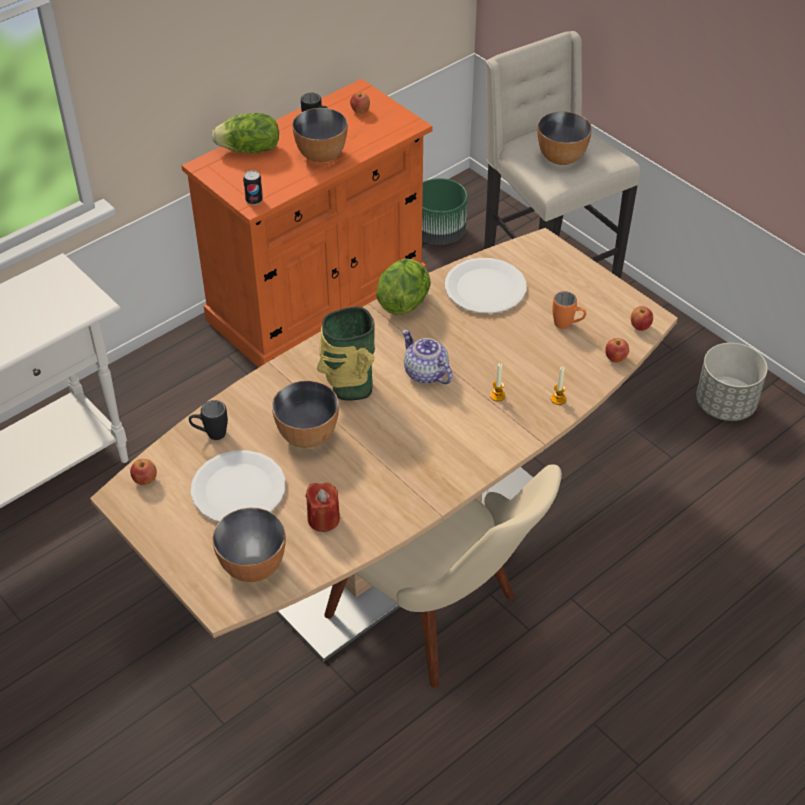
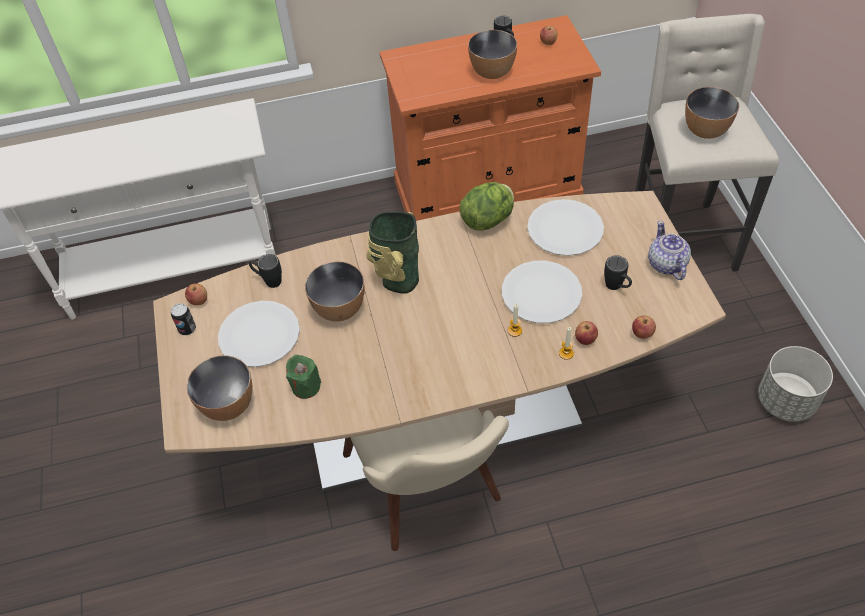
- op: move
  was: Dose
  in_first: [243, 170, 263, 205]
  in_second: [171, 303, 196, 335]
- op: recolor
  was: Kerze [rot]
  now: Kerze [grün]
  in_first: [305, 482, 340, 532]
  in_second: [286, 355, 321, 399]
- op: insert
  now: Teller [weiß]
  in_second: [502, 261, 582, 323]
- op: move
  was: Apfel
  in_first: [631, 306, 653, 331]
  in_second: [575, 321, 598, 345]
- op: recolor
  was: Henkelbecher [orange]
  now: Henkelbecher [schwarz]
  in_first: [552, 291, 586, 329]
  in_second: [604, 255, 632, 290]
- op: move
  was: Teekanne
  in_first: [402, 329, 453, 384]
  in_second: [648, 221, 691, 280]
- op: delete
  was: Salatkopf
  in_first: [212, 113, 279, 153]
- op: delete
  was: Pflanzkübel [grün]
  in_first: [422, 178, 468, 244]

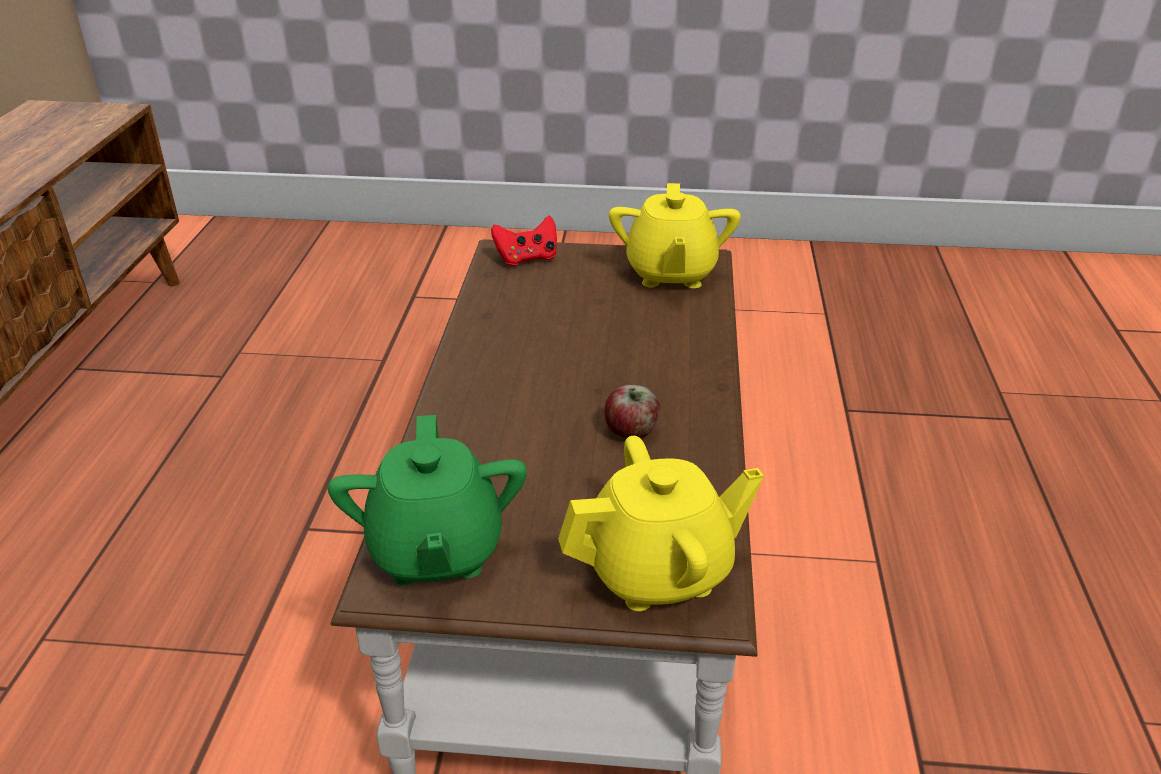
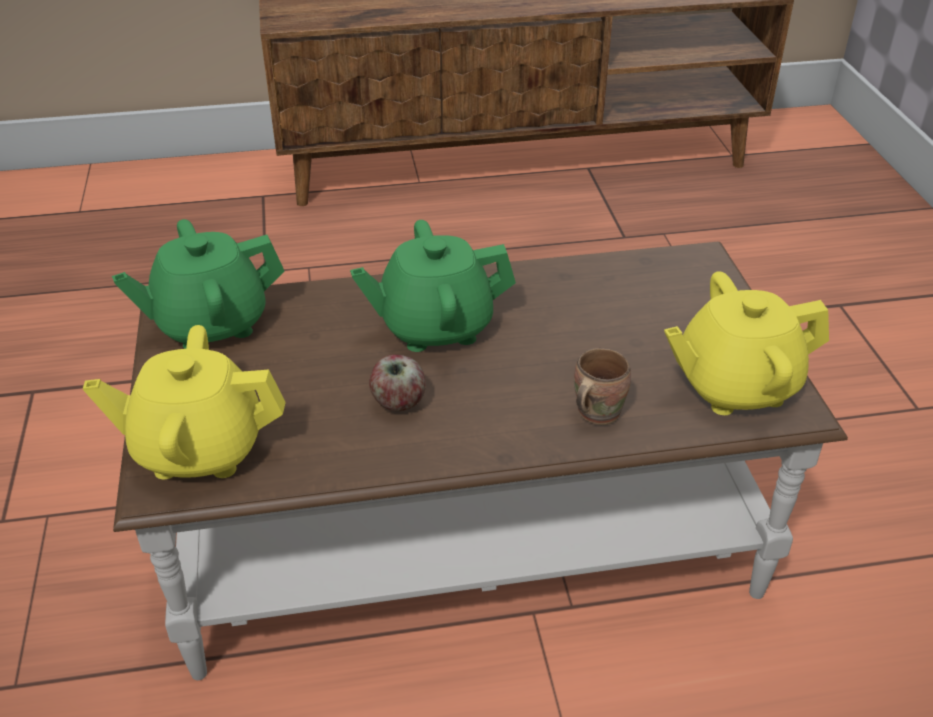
- op: rotate
  was: Teekanne [gelb]
  in_first: [558, 436, 764, 611]
  in_second: [83, 325, 286, 479]
  clockwise: 120
- op: insert
  now: Teekanne [grün]
  in_second: [350, 220, 516, 352]
- op: insert
  now: Henkelbecher [braun]
  in_second: [574, 348, 631, 425]
- op: delete
  was: Gamepad [rot]
  in_first: [491, 216, 557, 266]

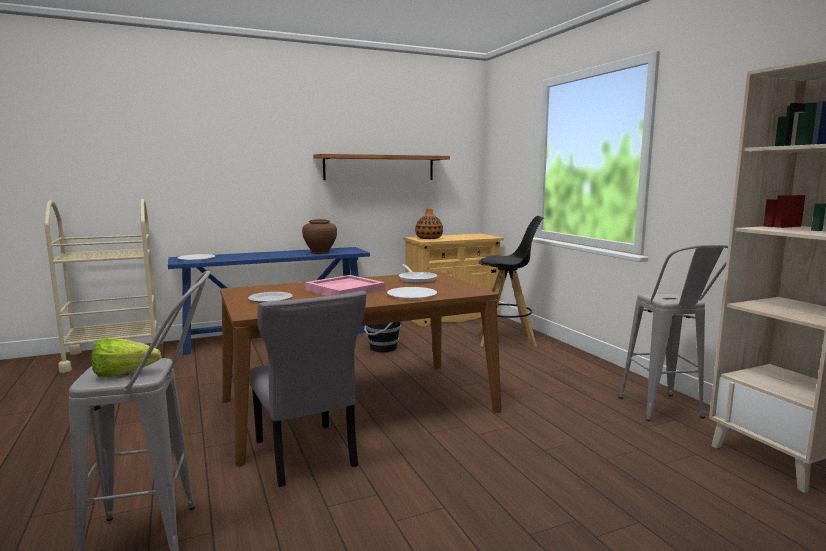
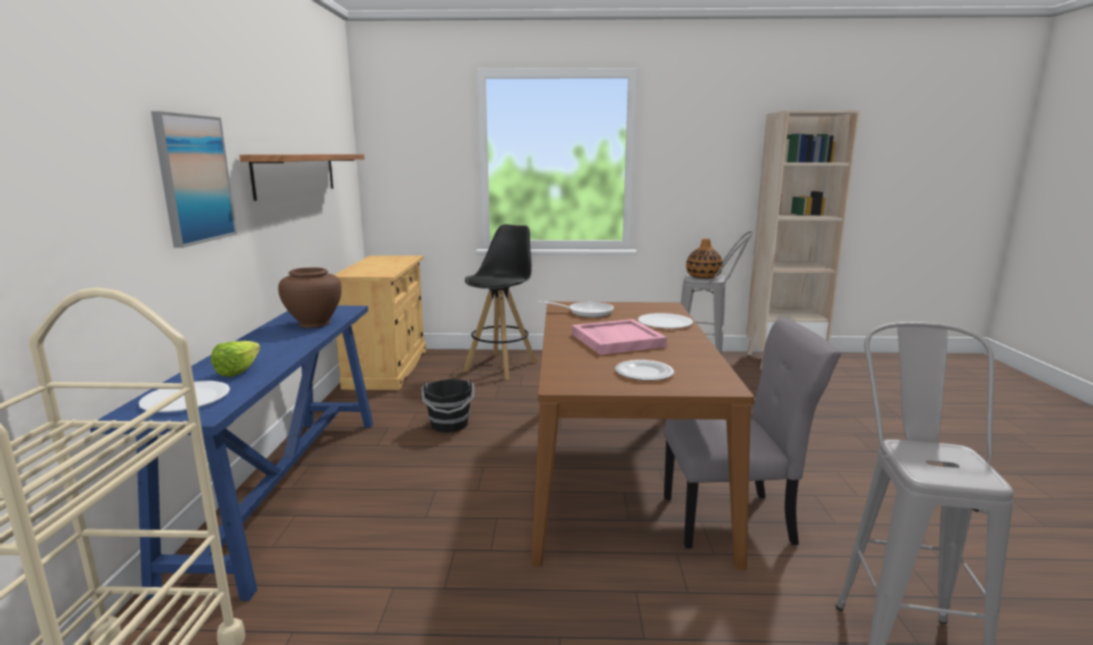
- op: insert
  now: Bild
  in_second: [151, 111, 237, 248]
- op: move
  was: Salatkopf
  in_first: [92, 338, 161, 377]
  in_second: [211, 341, 260, 377]
- op: move
  was: Vase
  in_first: [415, 208, 443, 239]
  in_second: [686, 239, 723, 279]

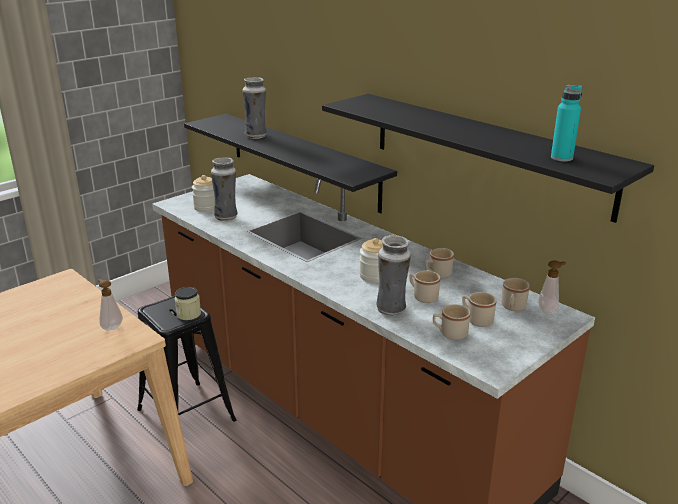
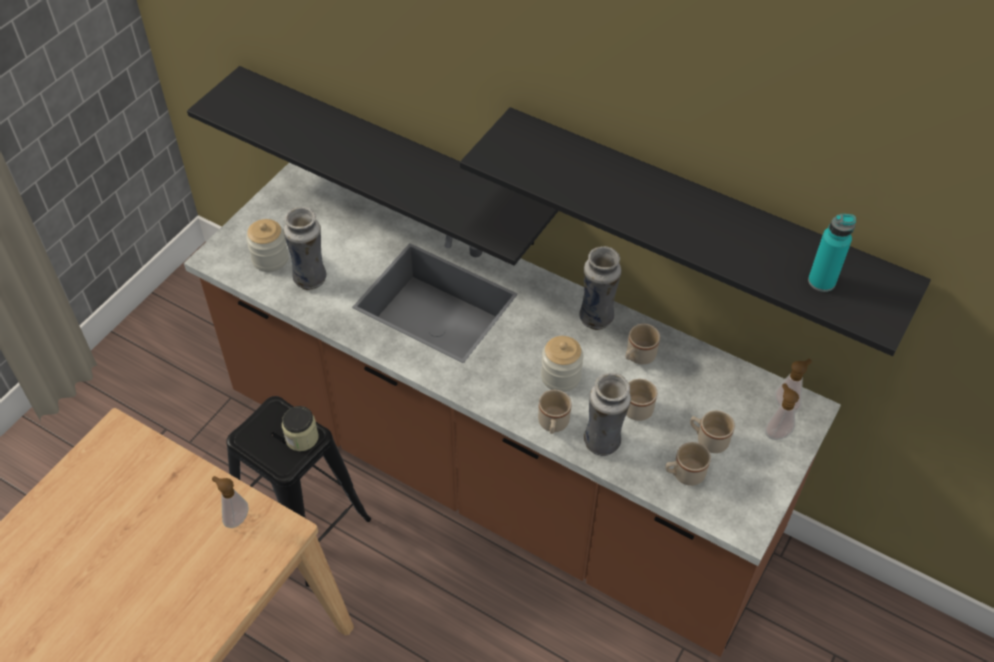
- op: move
  was: Henkelbecher [beige]
  in_first: [501, 278, 530, 311]
  in_second: [538, 390, 572, 434]
- op: move
  was: Vase
  in_first: [242, 77, 267, 139]
  in_second: [579, 246, 622, 330]
- op: insert
  now: Seifenspender
  in_second: [764, 383, 799, 440]

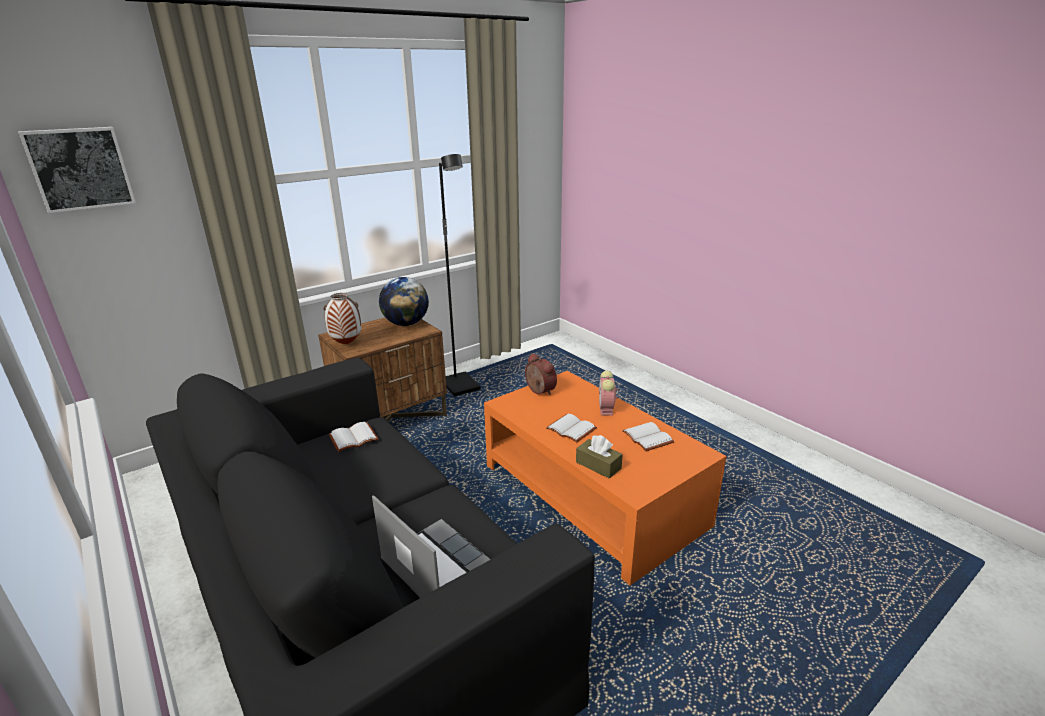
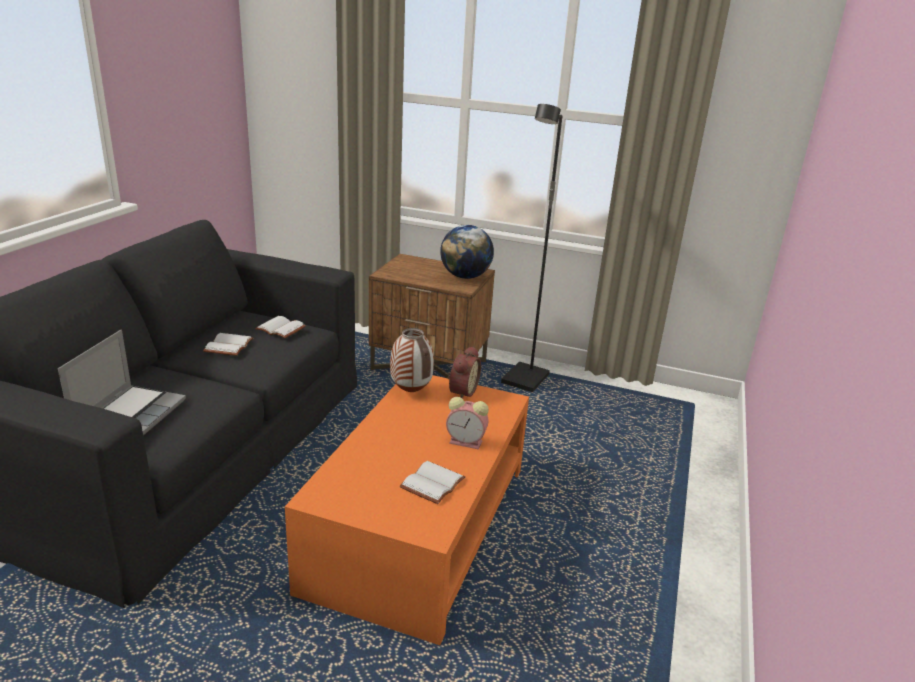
- op: move
  was: Buch [weiß]
  in_first: [546, 414, 597, 443]
  in_second: [203, 333, 253, 356]
- op: move
  was: Vase
  in_first: [323, 293, 361, 344]
  in_second: [390, 328, 434, 392]
- op: rotate
  was: Wecker
  in_first: [599, 371, 618, 416]
  in_second: [446, 397, 489, 450]
  clockwise: -135
- op: delete
  was: Bild
  in_first: [18, 127, 136, 213]
- op: delete
  was: Taschentuchbox [braun]
  in_first: [576, 435, 623, 479]

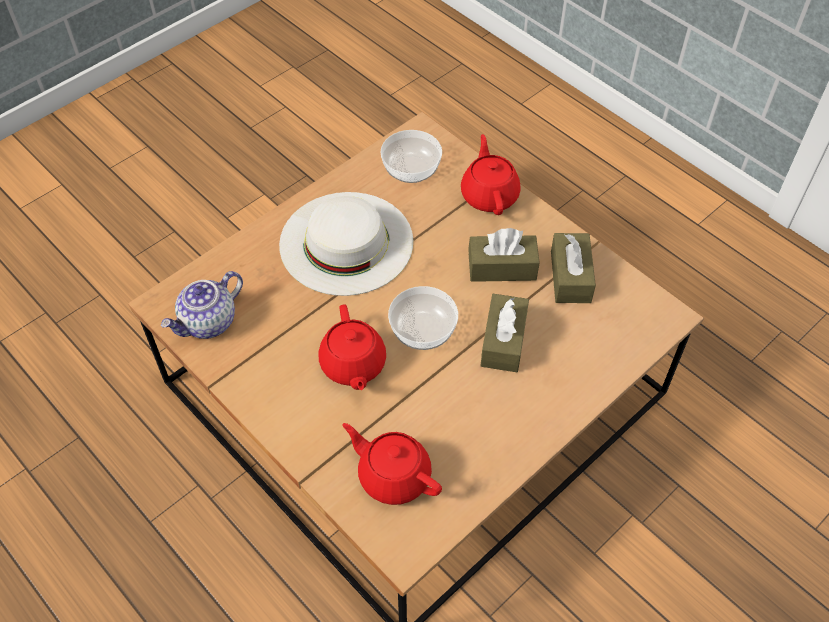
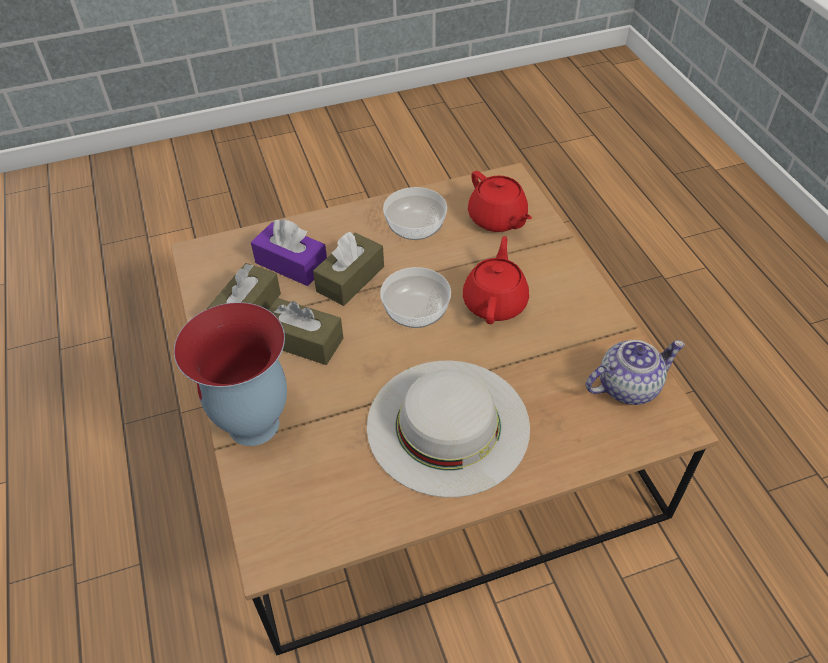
- op: replace
  was: Teekanne [rot]
  now: Vase
  in_first: [461, 134, 521, 215]
  in_second: [174, 302, 287, 446]
- op: insert
  now: Taschentuchbox [lila]
  in_second: [251, 219, 327, 286]
- op: move
  was: Schüssel
  in_first: [380, 130, 442, 183]
  in_second: [383, 187, 447, 240]

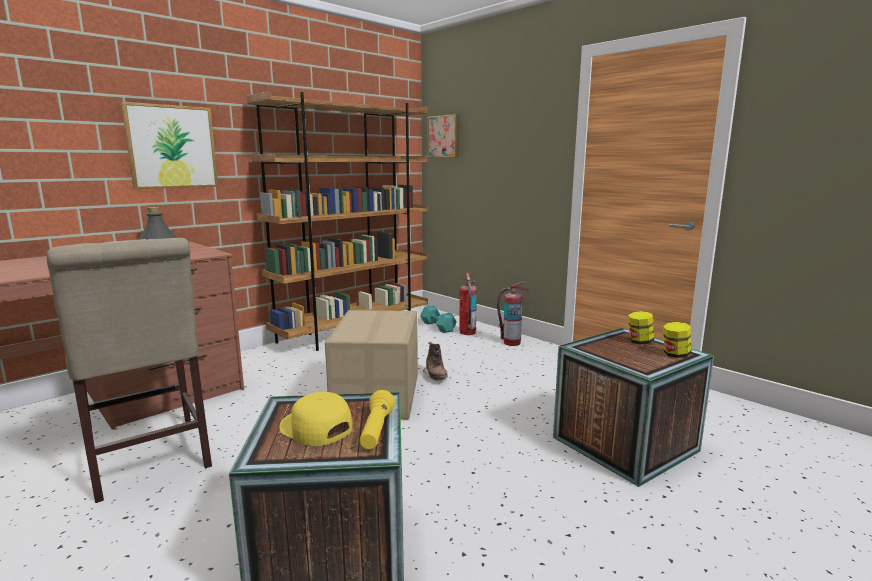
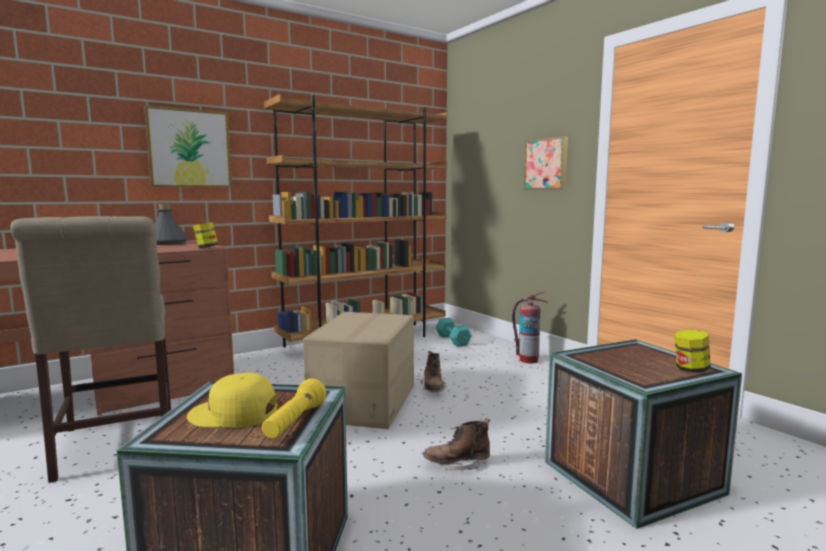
- op: rotate
  was: Kappe [gelb]
  in_first: [279, 392, 353, 446]
  in_second: [187, 373, 277, 428]
  clockwise: -45
- op: move
  was: Vorratsglas
  in_first: [628, 311, 654, 344]
  in_second: [193, 222, 218, 248]
- op: insert
  now: Stiefel [braun]
  in_second: [423, 418, 490, 471]
- op: move
  was: Bild
  in_first: [428, 114, 460, 158]
  in_second: [524, 136, 568, 189]
- op: delete
  was: Feuerlöscher
  in_first: [459, 272, 477, 335]

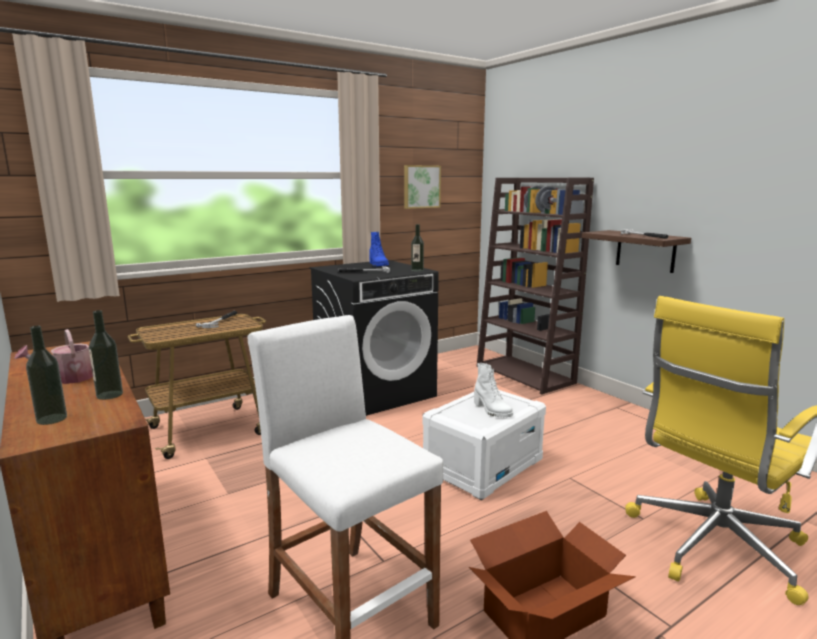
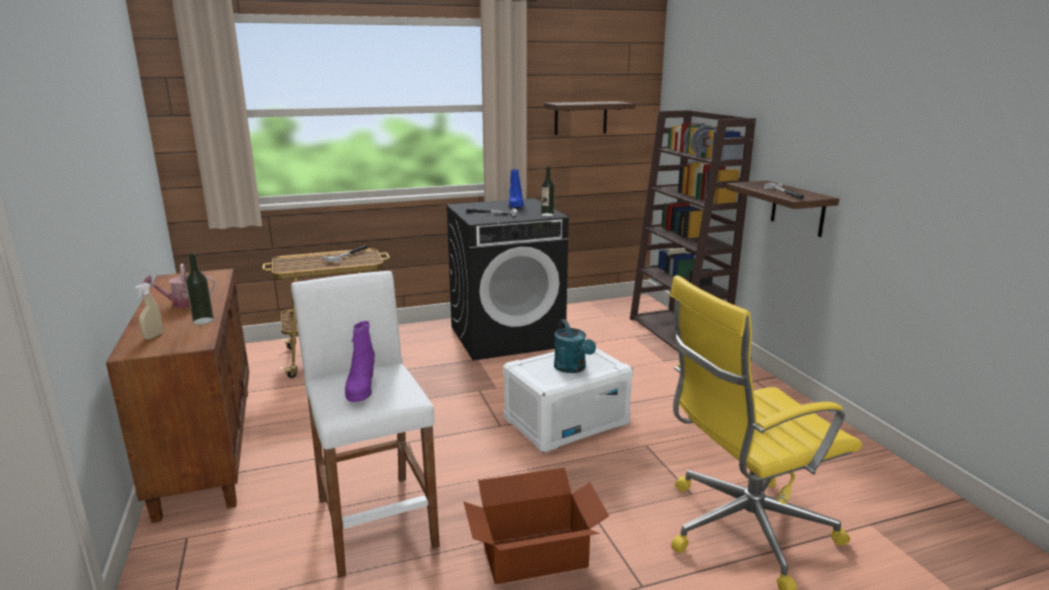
- op: replace
  was: Flasche
  now: Sprühflasche [beige]
  in_first: [26, 326, 67, 425]
  in_second: [135, 283, 163, 340]
- op: insert
  now: Stiefel [lila]
  in_second: [345, 321, 375, 402]
- op: replace
  was: Bild
  now: Wandregal
  in_first: [404, 165, 441, 209]
  in_second: [544, 101, 635, 135]
- op: replace
  was: Stiefel [weiß]
  now: Gießkanne [türkis]
  in_first: [474, 363, 513, 417]
  in_second: [554, 319, 596, 373]

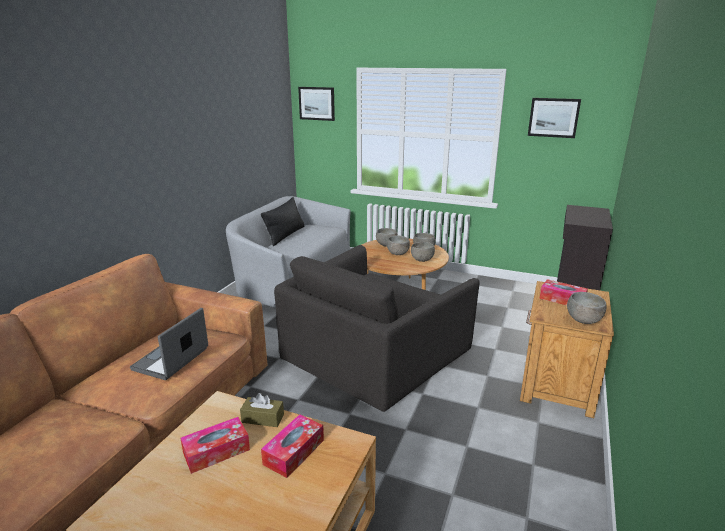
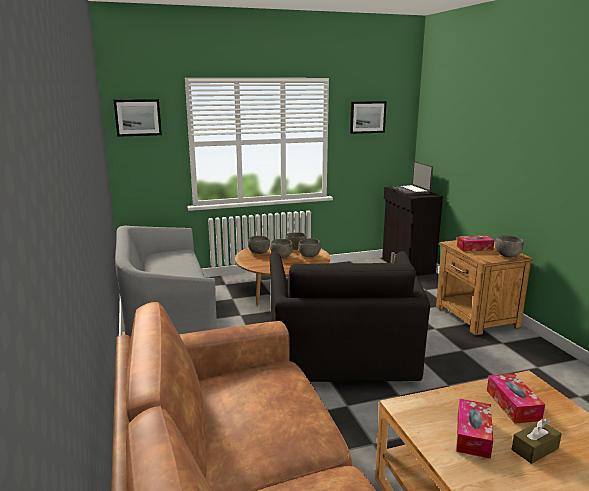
- op: move
  was: Laptop
  in_first: [130, 308, 208, 380]
  in_second: [391, 161, 433, 195]
- op: move
  was: Taschentuchbox [braun]
  in_first: [240, 393, 284, 427]
  in_second: [511, 419, 562, 464]
- op: delete
  was: Kissen [schwarz]
  in_first: [261, 197, 304, 246]

